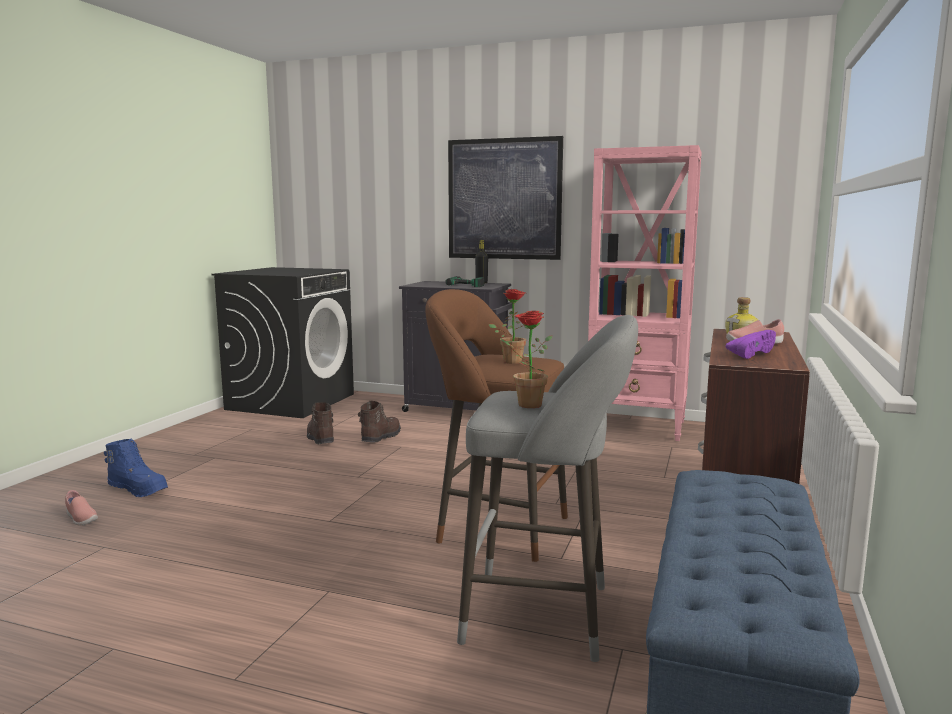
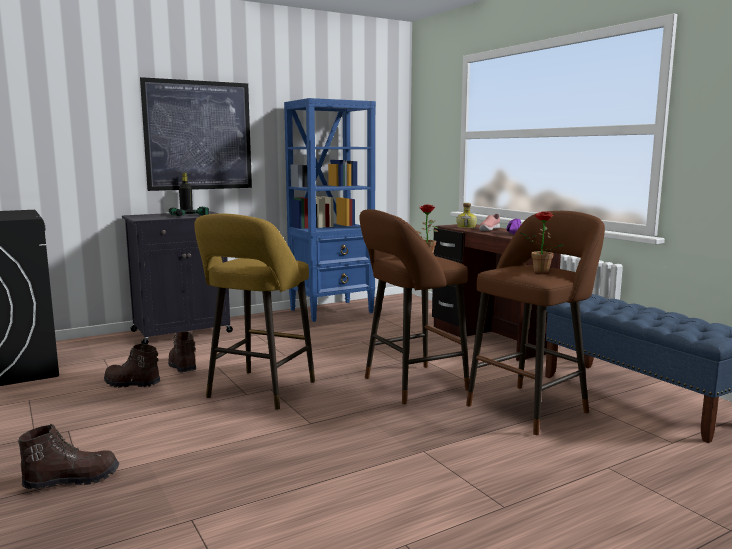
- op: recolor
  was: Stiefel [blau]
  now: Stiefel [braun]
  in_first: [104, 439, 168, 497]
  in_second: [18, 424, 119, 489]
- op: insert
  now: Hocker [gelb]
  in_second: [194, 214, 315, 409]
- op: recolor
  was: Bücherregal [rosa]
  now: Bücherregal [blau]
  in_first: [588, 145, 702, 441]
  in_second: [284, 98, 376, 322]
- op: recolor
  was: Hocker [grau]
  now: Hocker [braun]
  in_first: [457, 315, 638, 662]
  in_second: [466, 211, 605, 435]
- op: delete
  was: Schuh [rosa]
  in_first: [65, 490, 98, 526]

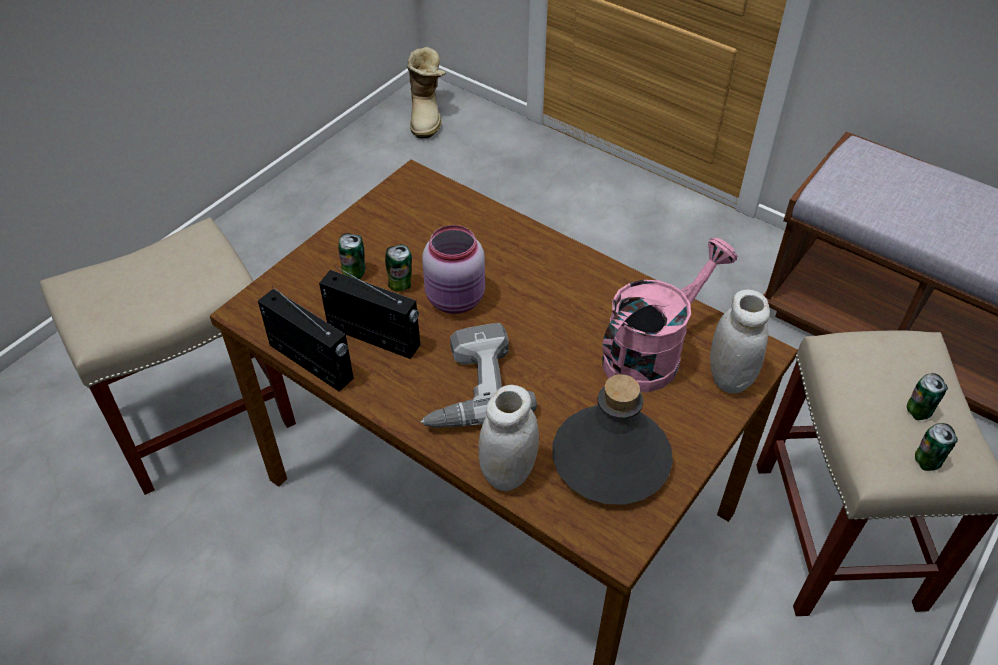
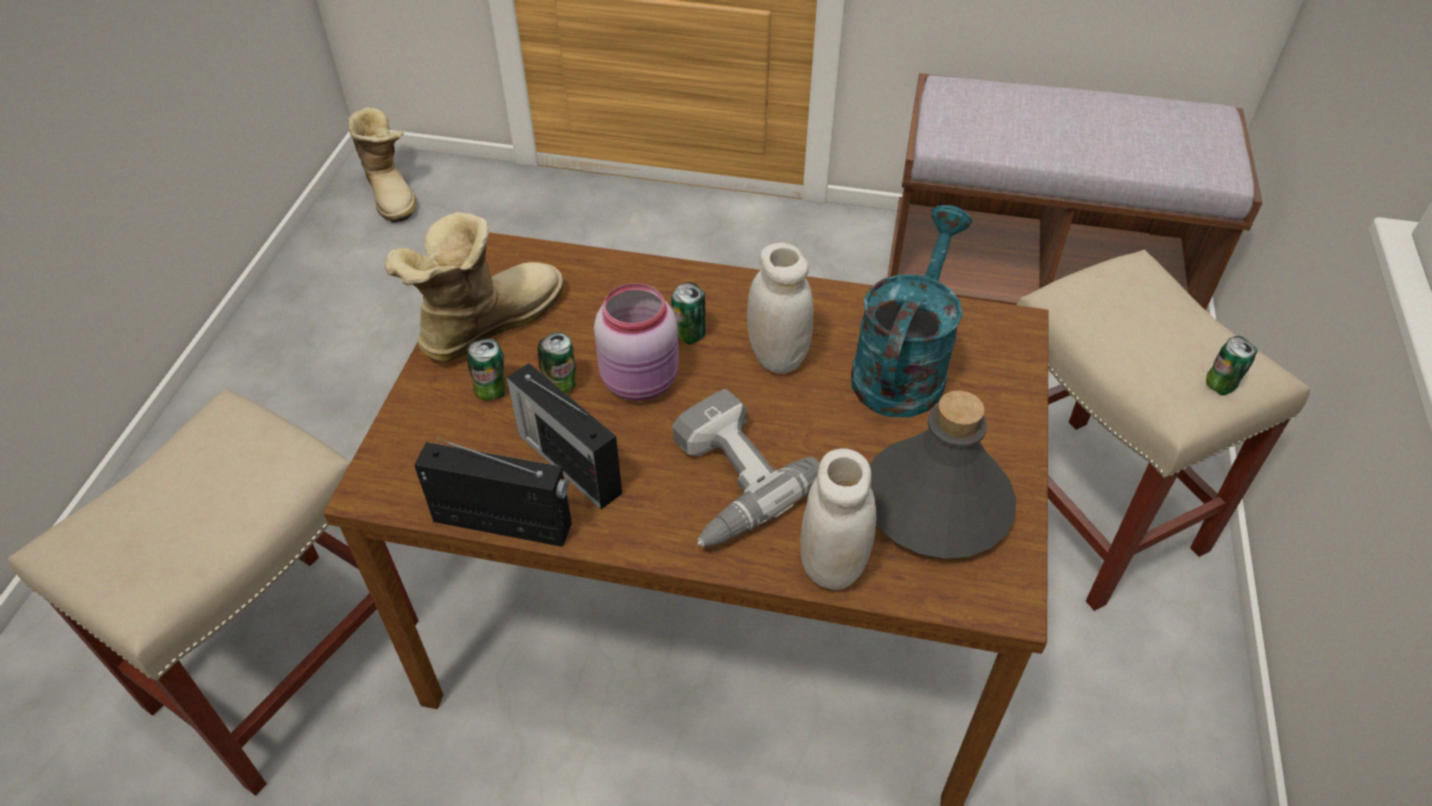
- op: insert
  now: Stiefel
  in_second: [385, 212, 564, 362]
- op: rotate
  was: Radio
  in_first: [319, 266, 420, 359]
  in_second: [506, 363, 622, 509]
  clockwise: -135
- op: move
  was: Dose
  in_first: [907, 373, 948, 420]
  in_second: [671, 282, 705, 345]
- op: move
  was: Vorratsglas [weiß]
  in_first: [710, 290, 770, 393]
  in_second: [747, 243, 814, 374]
- op: recolor
  was: Gießkanne [rosa]
  now: Gießkanne [türkis]
  in_first: [602, 237, 737, 392]
  in_second: [851, 205, 972, 417]

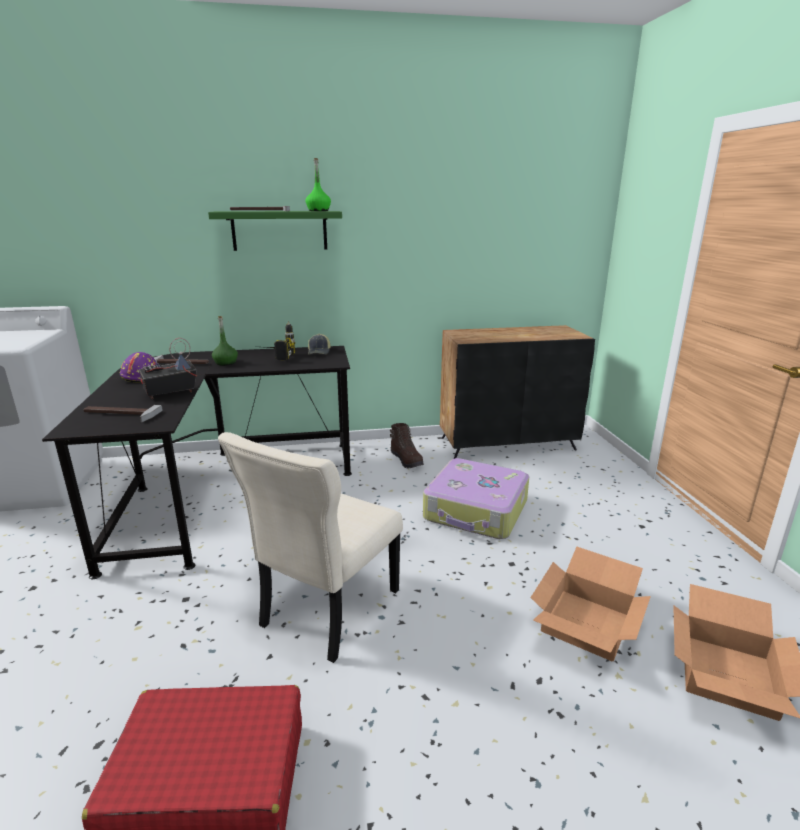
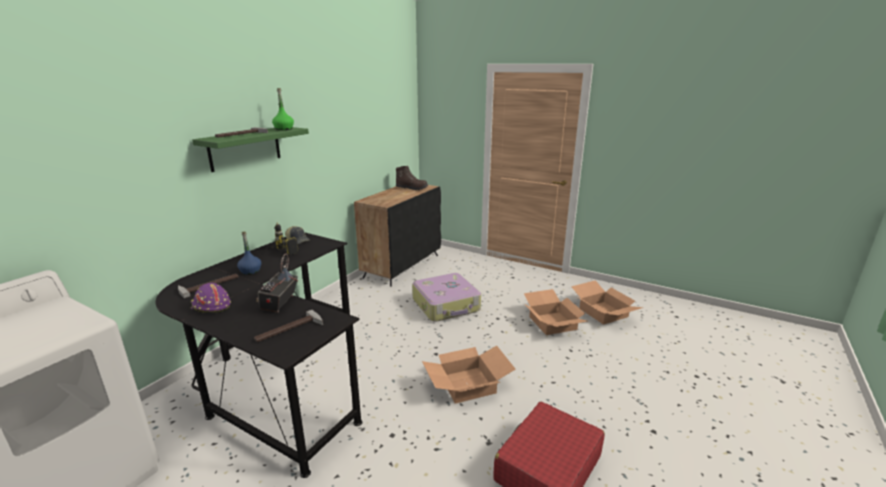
- op: recolor
  was: Flasche [grün]
  now: Flasche [blau]
  in_first: [212, 316, 238, 366]
  in_second: [237, 232, 261, 275]
- op: move
  was: Stiefel [braun]
  in_first: [390, 423, 424, 468]
  in_second: [396, 166, 428, 190]
- op: replace
  was: Stuhl [beige]
  now: Karton
  in_first: [218, 432, 403, 663]
  in_second: [422, 345, 516, 404]

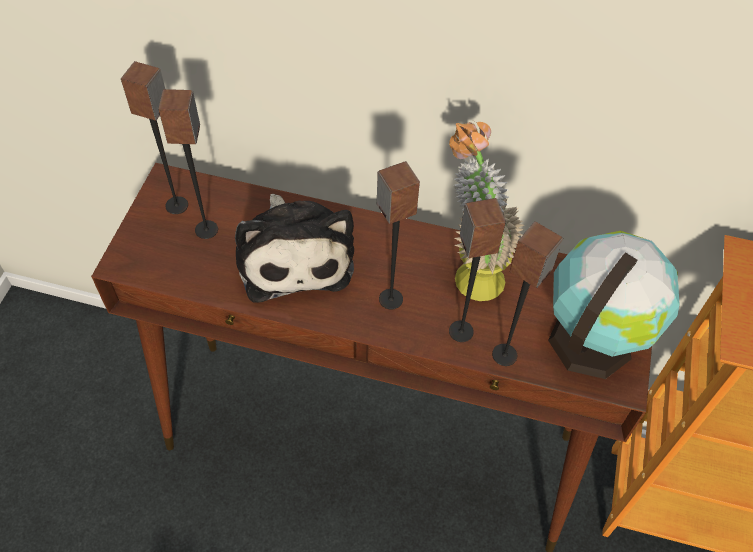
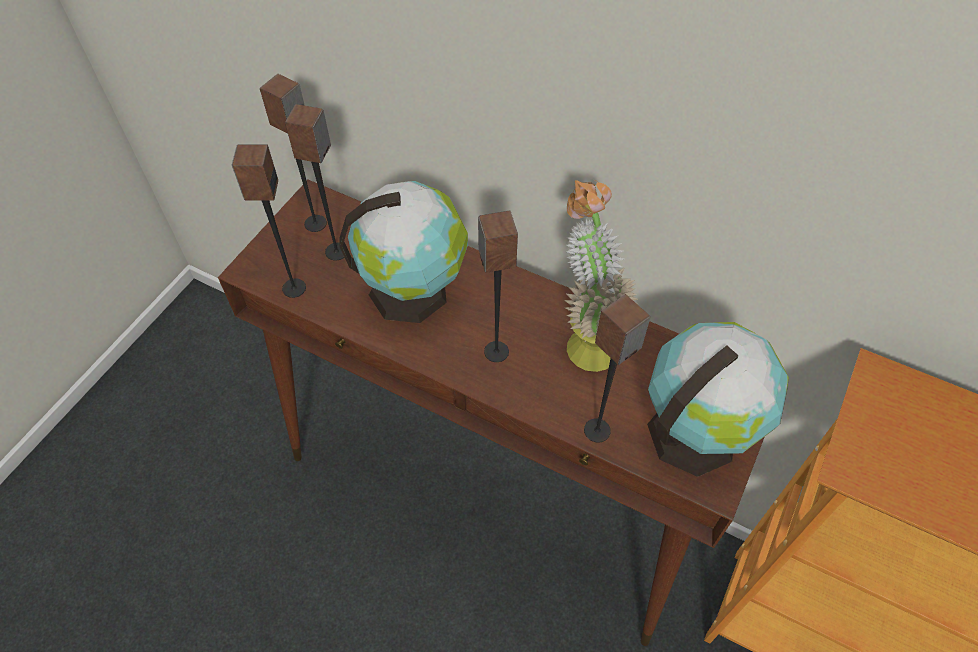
- op: move
  was: Lautsprecher
  in_first: [449, 198, 506, 342]
  in_second: [232, 144, 306, 298]
- op: replace
  was: Plüschtier
  now: Globus
  in_first: [235, 194, 354, 303]
  in_second: [340, 181, 468, 323]

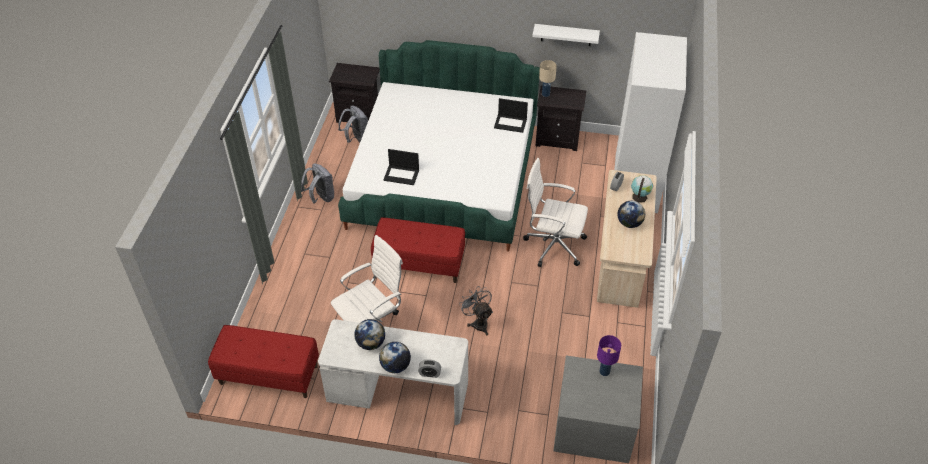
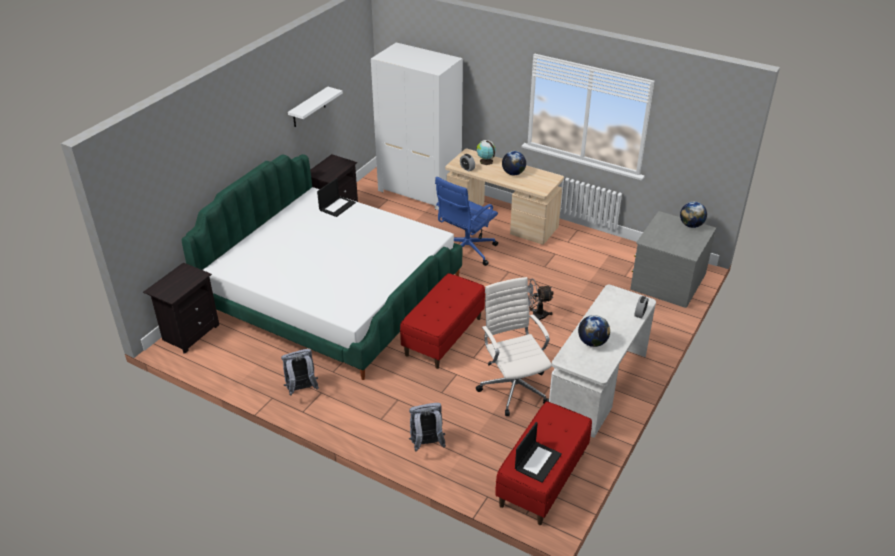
- op: move
  was: Rucksack [grau]
  in_first: [338, 106, 368, 143]
  in_second: [408, 403, 446, 452]
- op: recolor
  was: Bürostuhl [weiß]
  now: Bürostuhl [blau]
  in_first: [523, 158, 588, 267]
  in_second: [435, 177, 498, 266]
- op: move
  was: Laptop
  in_first: [383, 149, 419, 185]
  in_second: [515, 422, 562, 483]
- op: move
  was: Globus
  in_first: [379, 342, 411, 373]
  in_second: [680, 202, 707, 228]
- op: delete
  was: Tischlampe [beige]
  in_first: [539, 60, 557, 97]
- op: delete
  was: Tischlampe [lila]
  in_first: [597, 335, 621, 376]

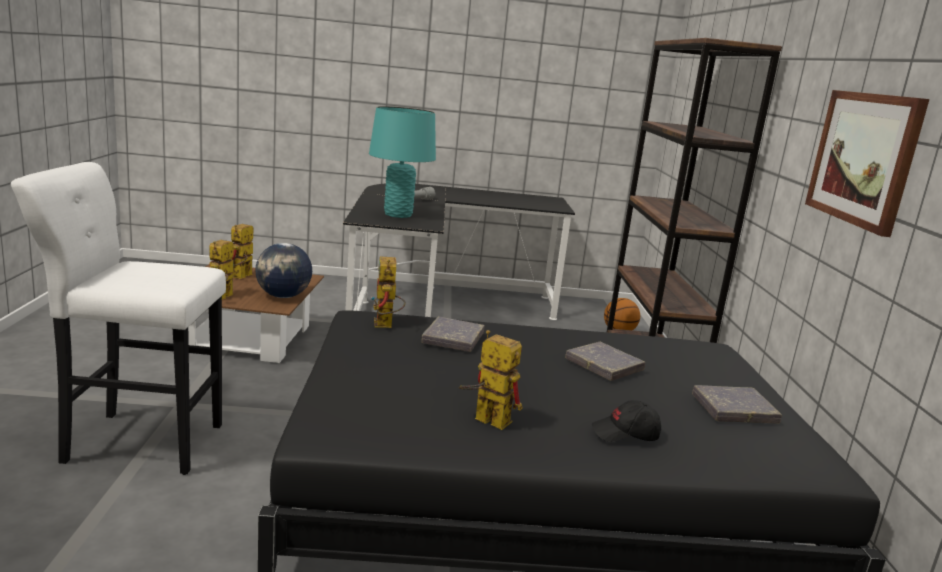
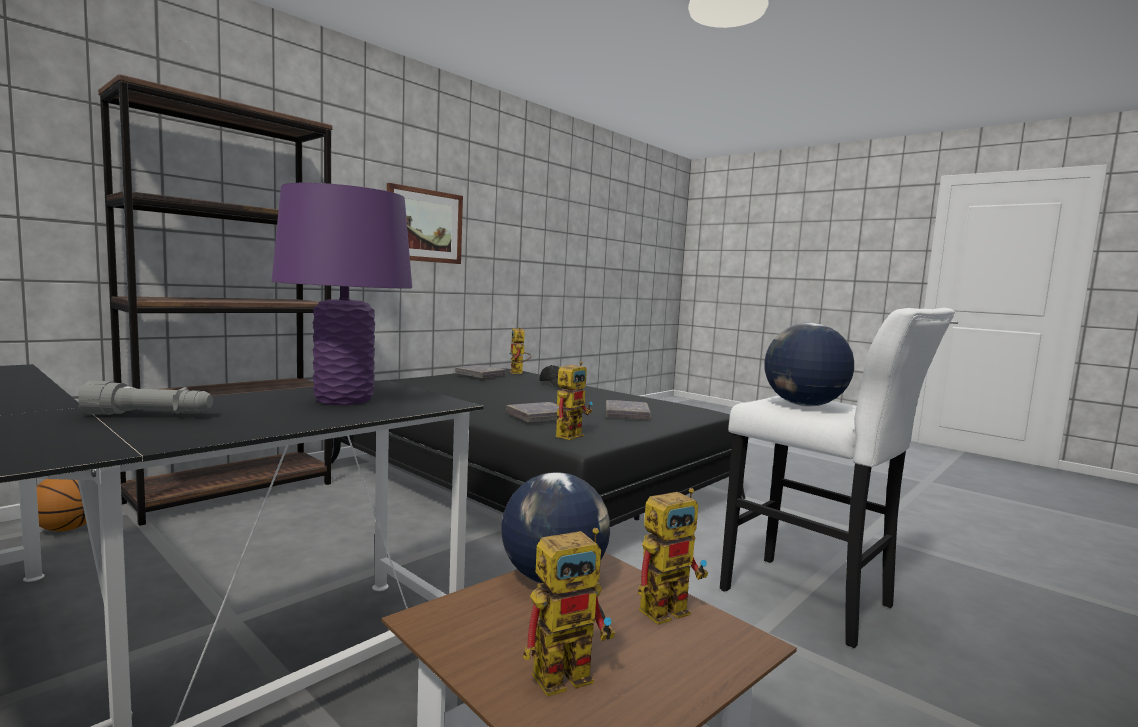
- op: recolor
  was: Tischlampe [türkis]
  now: Tischlampe [lila]
  in_first: [369, 106, 436, 218]
  in_second: [271, 183, 412, 405]
- op: move
  was: Spielzeugroboter
  in_first: [459, 330, 522, 430]
  in_second: [509, 327, 531, 374]
- op: move
  was: Buch [grau]
  in_first: [565, 342, 645, 381]
  in_second: [606, 400, 651, 420]
- op: insert
  now: Globus
  in_second: [764, 323, 854, 407]

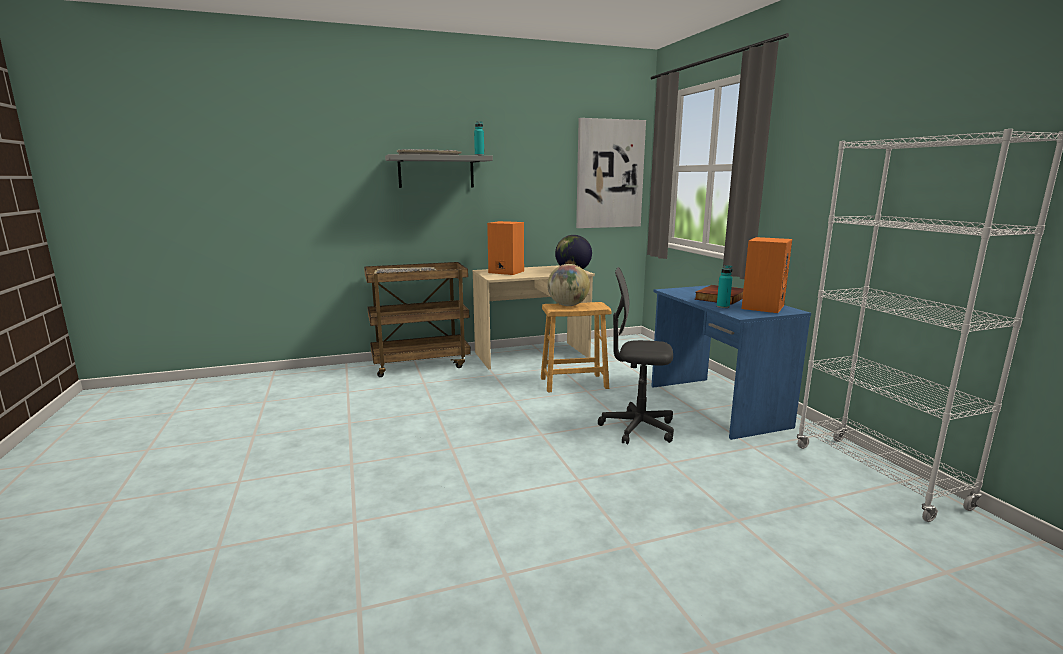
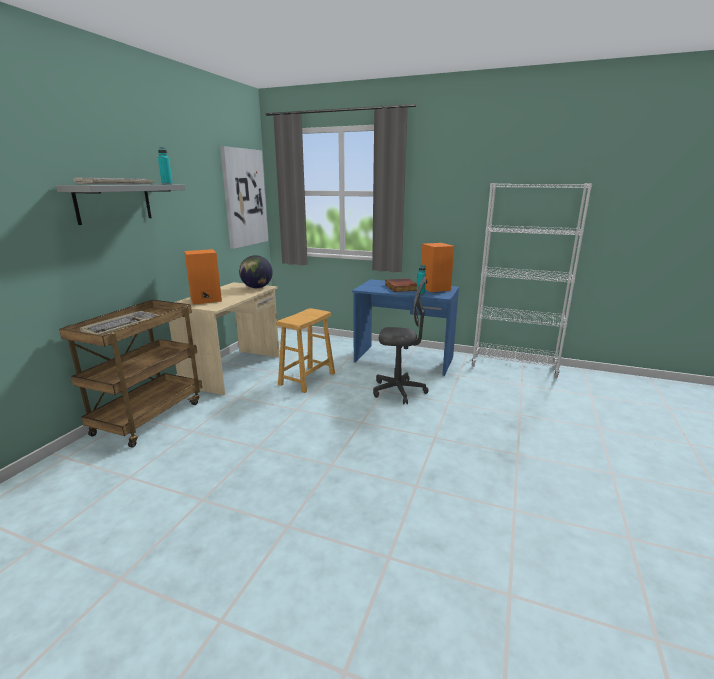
- op: rotate
  was: Bürostuhl [grau]
  in_first: [598, 267, 674, 445]
  in_second: [373, 276, 429, 405]
  clockwise: -135
- op: delete
  was: Globus
  in_first: [547, 264, 590, 306]

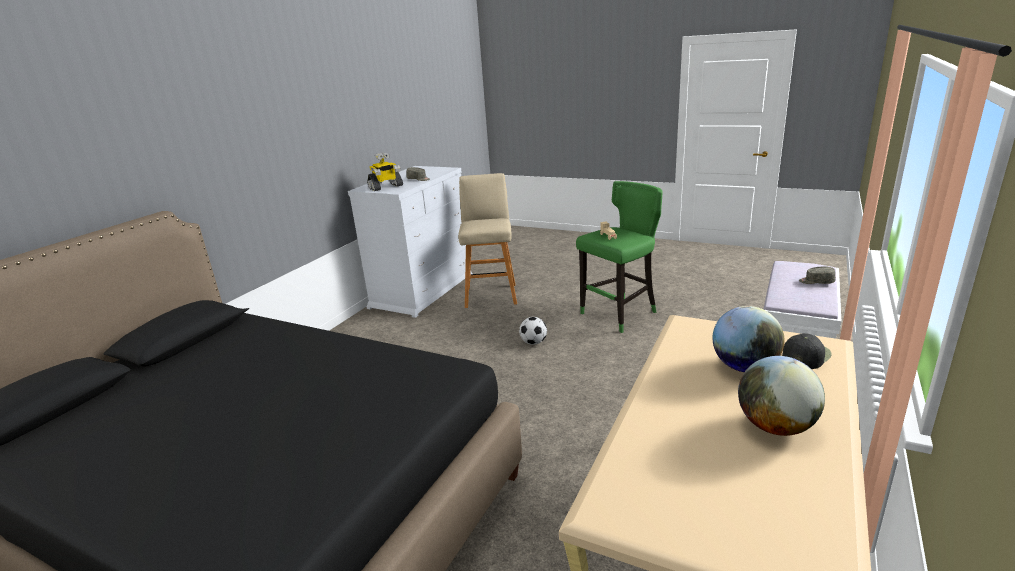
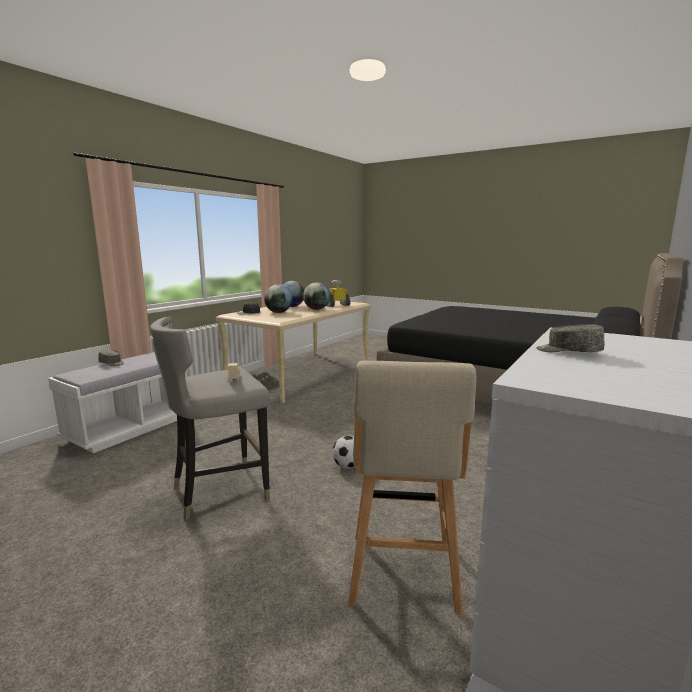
- op: recolor
  was: Hocker [grün]
  now: Hocker [grau]
  in_first: [576, 181, 663, 333]
  in_second: [150, 317, 270, 520]
- op: insert
  now: Globus
  in_second: [303, 282, 330, 310]
- op: move
  was: Spielzeugroboter
  in_first: [367, 152, 403, 191]
  in_second: [326, 280, 351, 307]

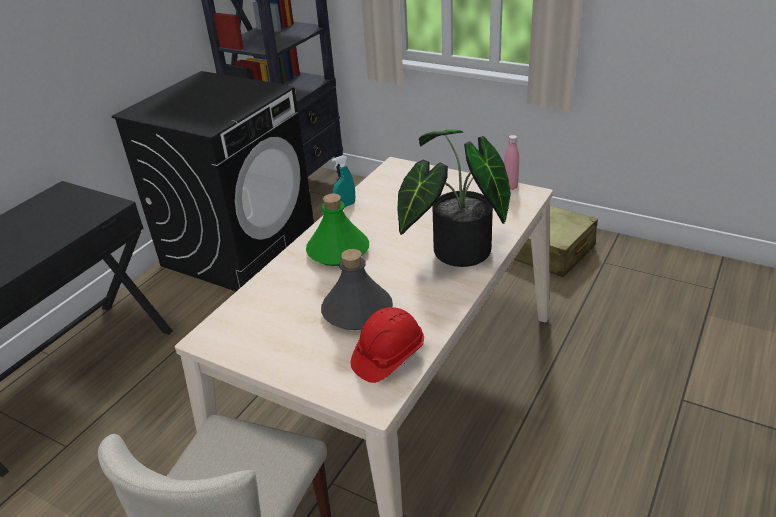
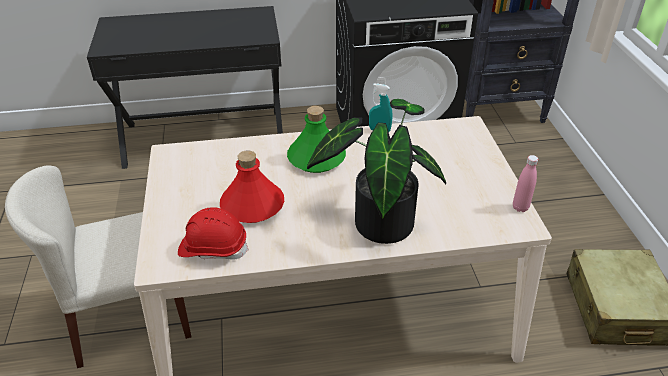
- op: recolor
  was: Flasche [grau]
  now: Flasche [rot]
  in_first: [321, 249, 393, 330]
  in_second: [220, 150, 284, 223]

